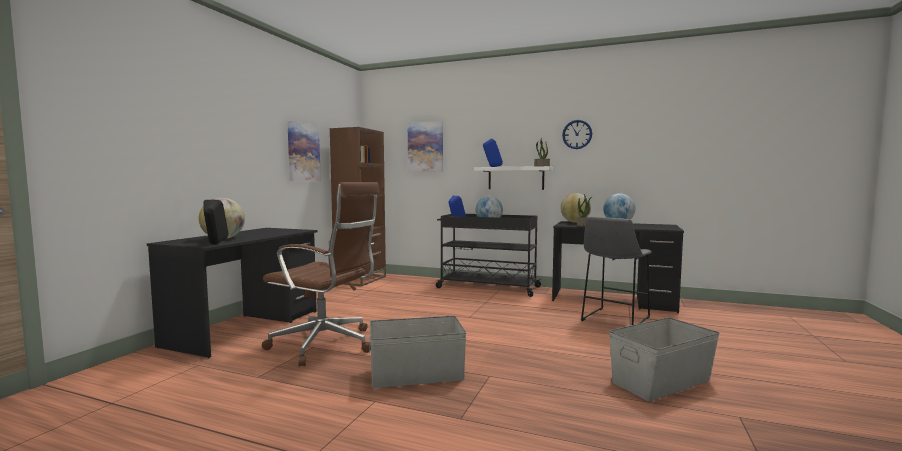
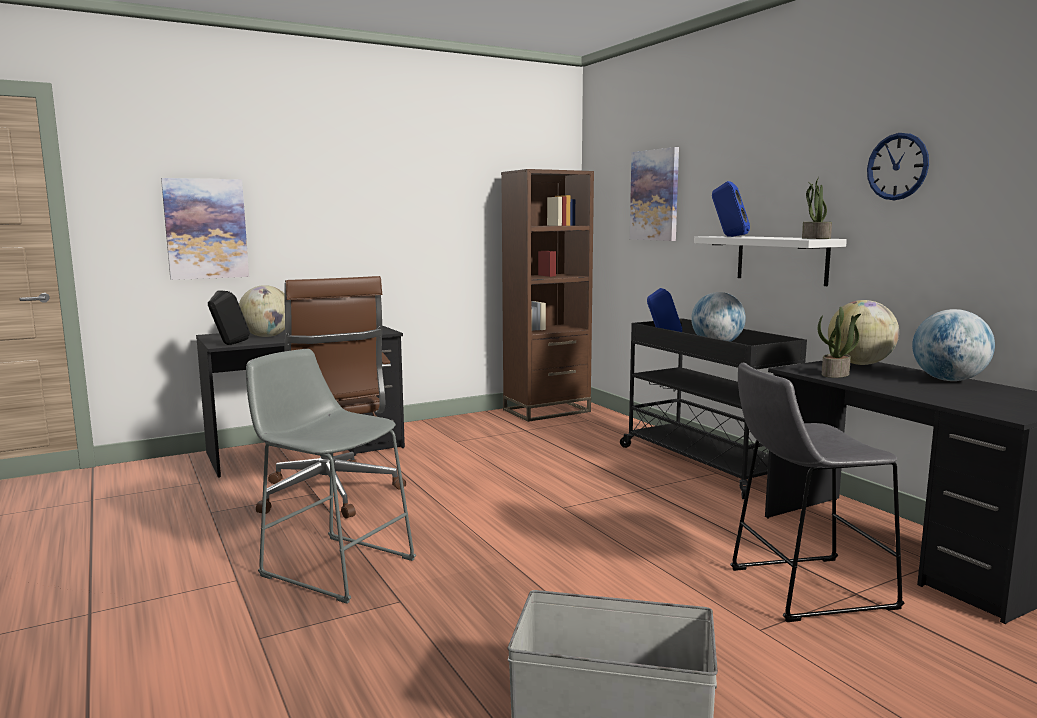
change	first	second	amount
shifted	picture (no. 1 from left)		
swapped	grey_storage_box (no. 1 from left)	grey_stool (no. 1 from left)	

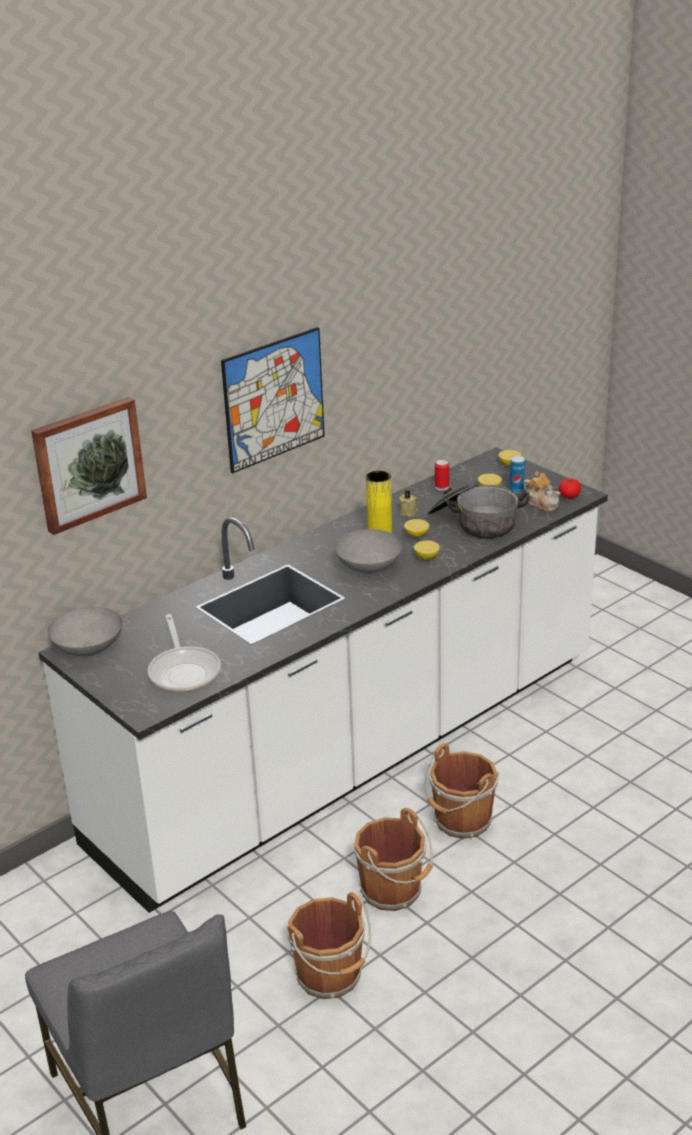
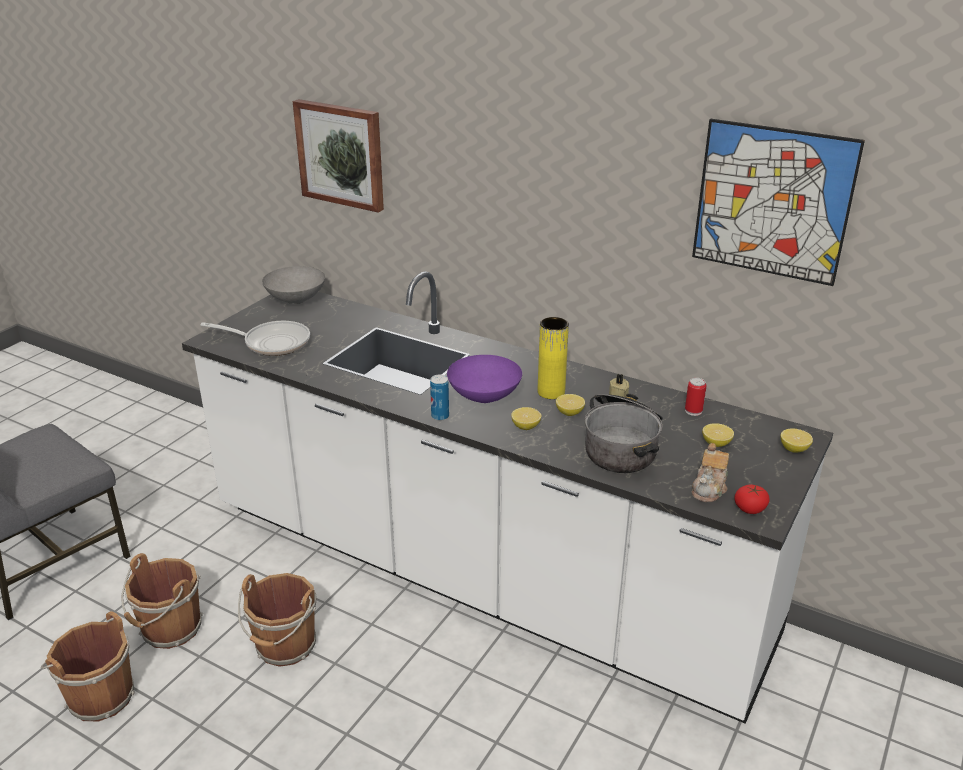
change	first	second	amount
shifted	picture (no. 2 from left)		
shifted	brown_bucket (no. 3 from left in the first image)	brown_bucket (no. 1 from left)	
shifted	can (no. 2 from left in the first image)	can (no. 1 from left)	
repainted	grey_bowl (no. 2 from left)	purple_bowl	
rotated	frying_pan		135 degrees counterclockwise

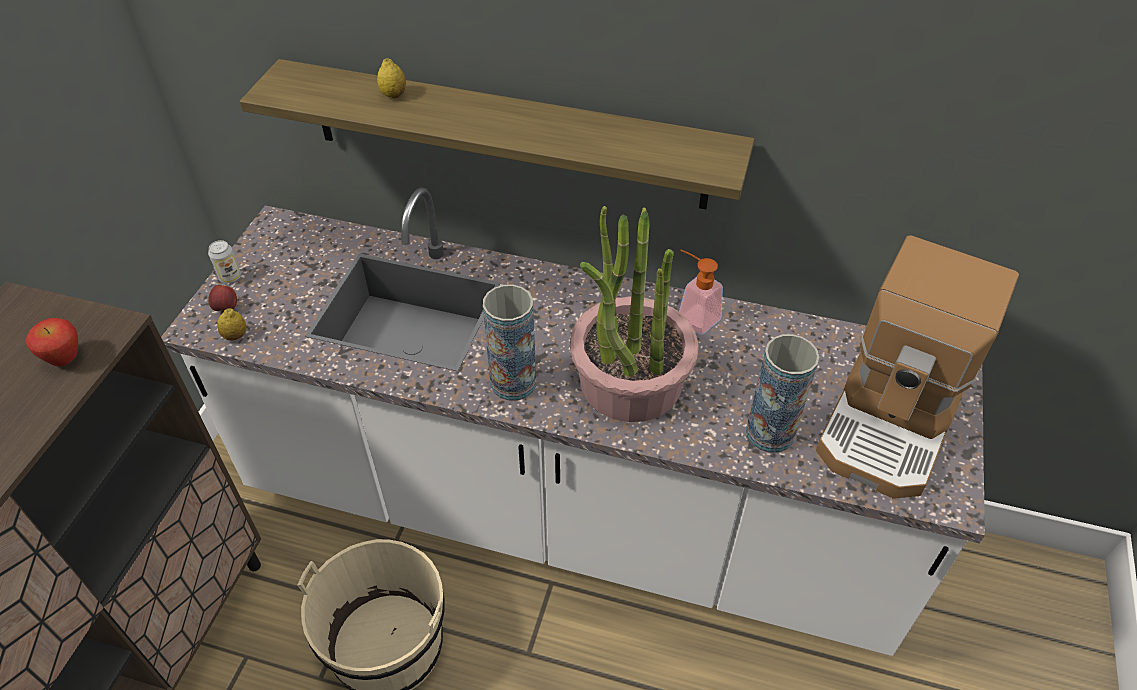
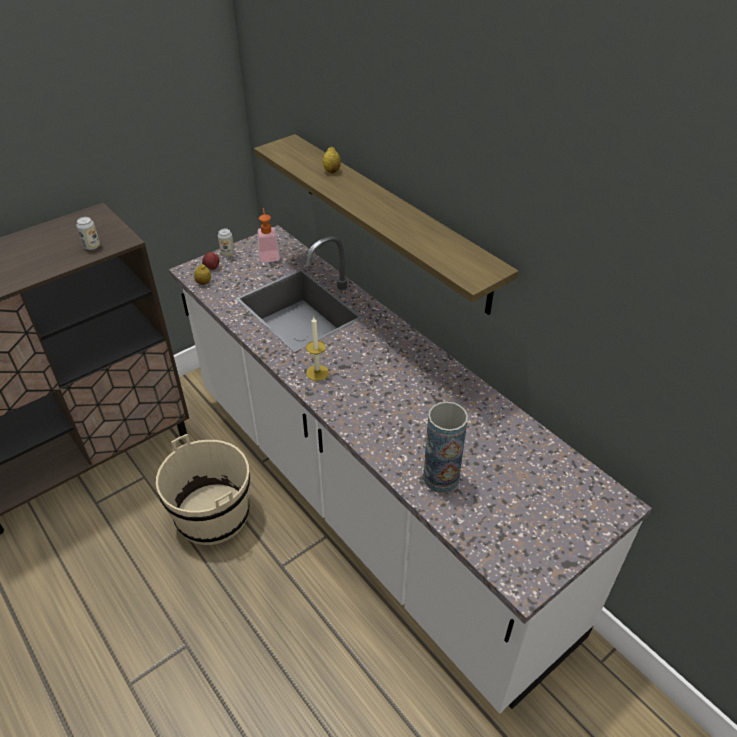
change	first	second	amount
gone	potted_plant		
gone	coffee_machine		
shifted	soap_dispenser		
swapped	apple (no. 1 from left)	can (no. 1 from left)	
swapped	vase (no. 1 from left)	candle	

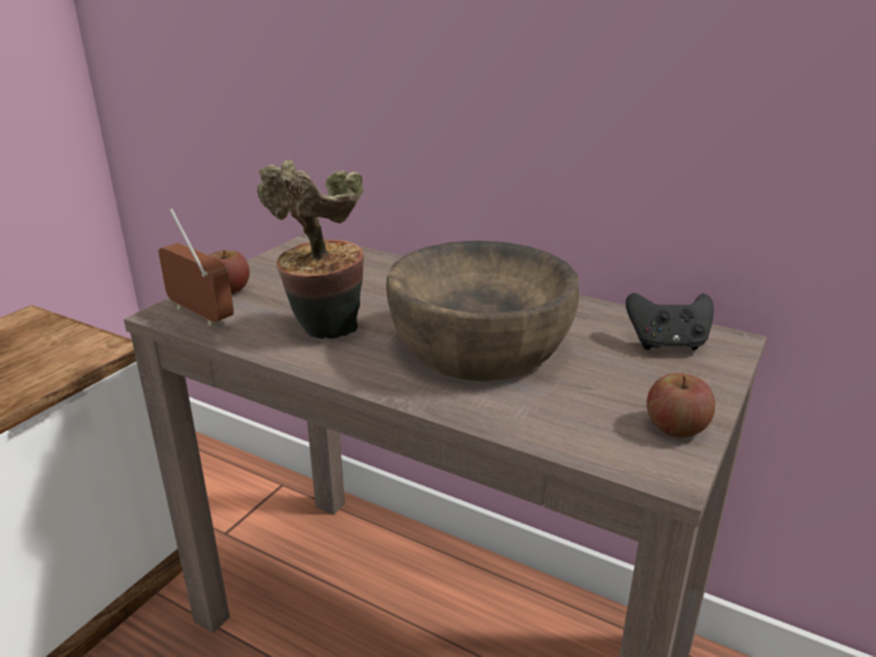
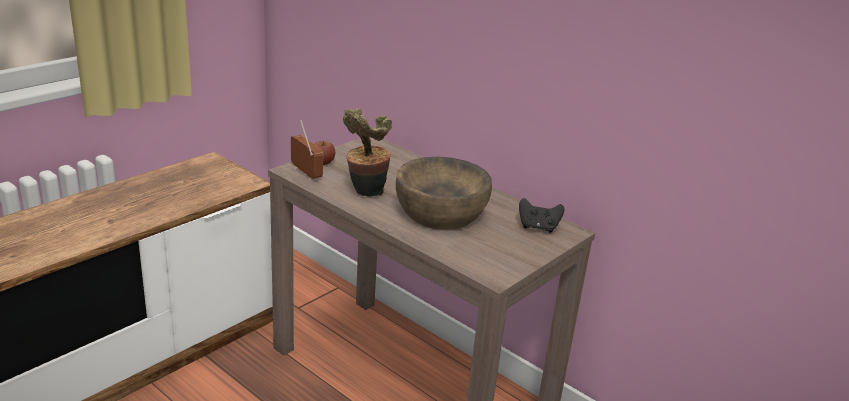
change	first	second	amount
gone	apple (no. 2 from left)		

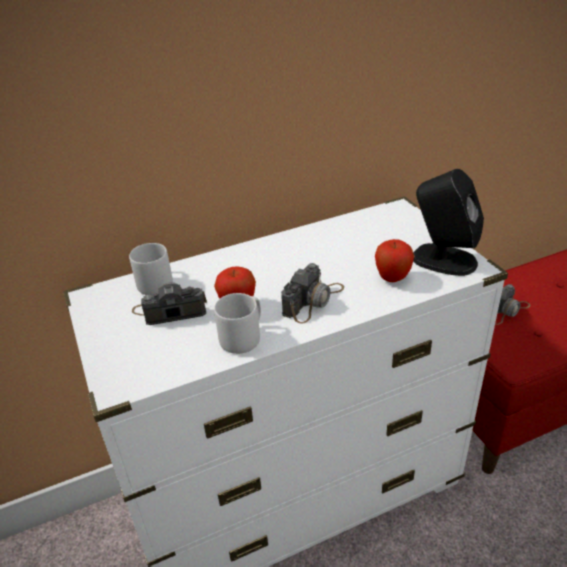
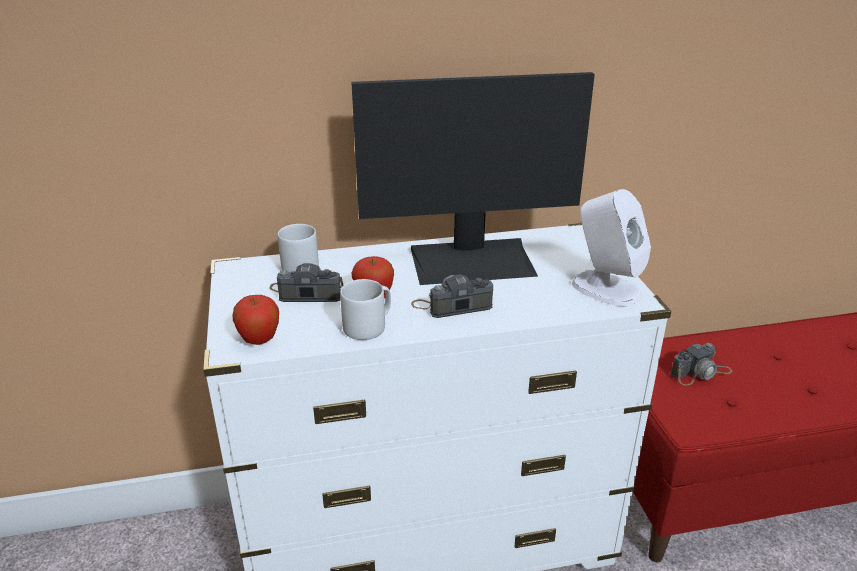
change	first	second	amount
new		monitor	
shifted	apple (no. 2 from left in the first image)	apple (no. 1 from left)	
repainted	black_speaker	white_speaker	
rotated	photo_camera (no. 2 from left)		150 degrees counterclockwise

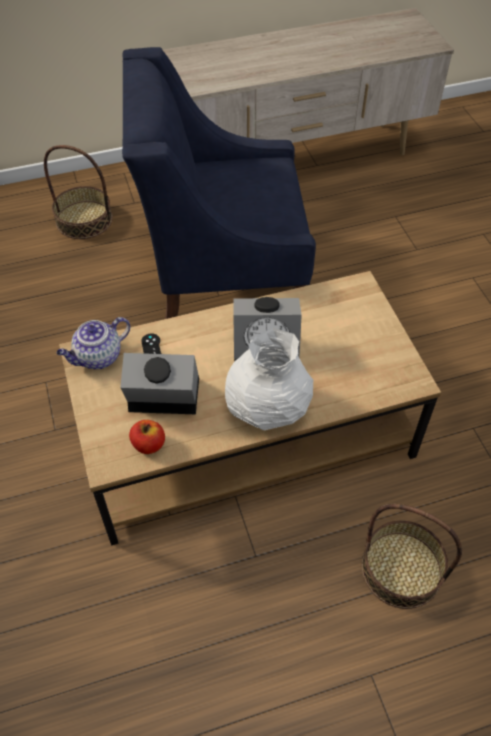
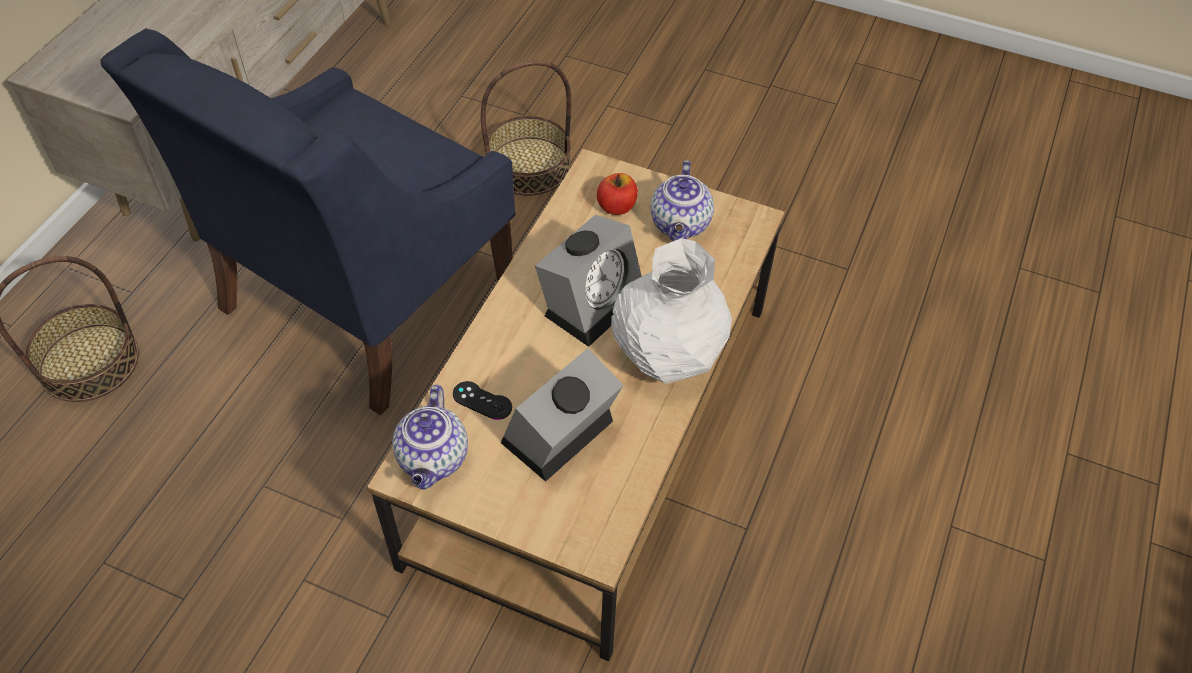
change	first	second	amount
new		teapot (no. 2 from left)	
shifted	apple		
shifted	basket (no. 2 from left)		

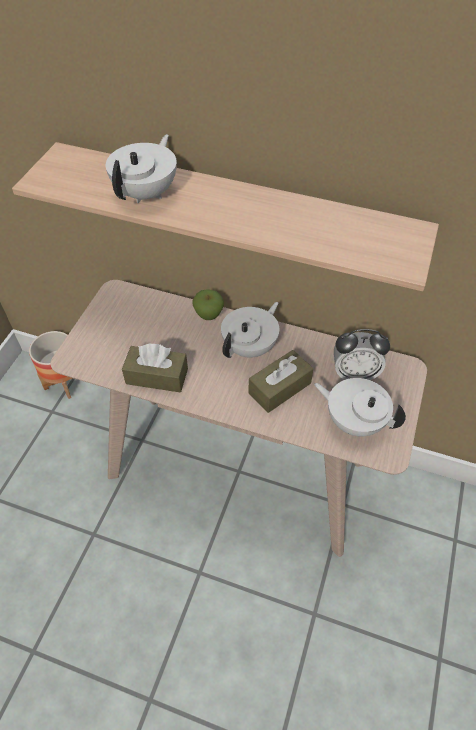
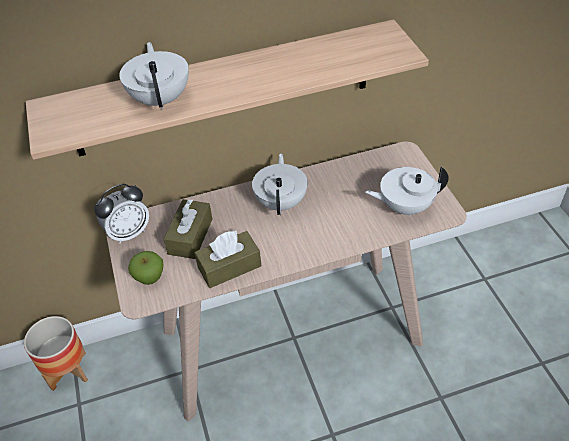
change	first	second	amount
shifted	apple		
shifted	brown_tissue_box (no. 2 from left in the first image)	brown_tissue_box (no. 1 from left)	
shifted	alarm_clock		

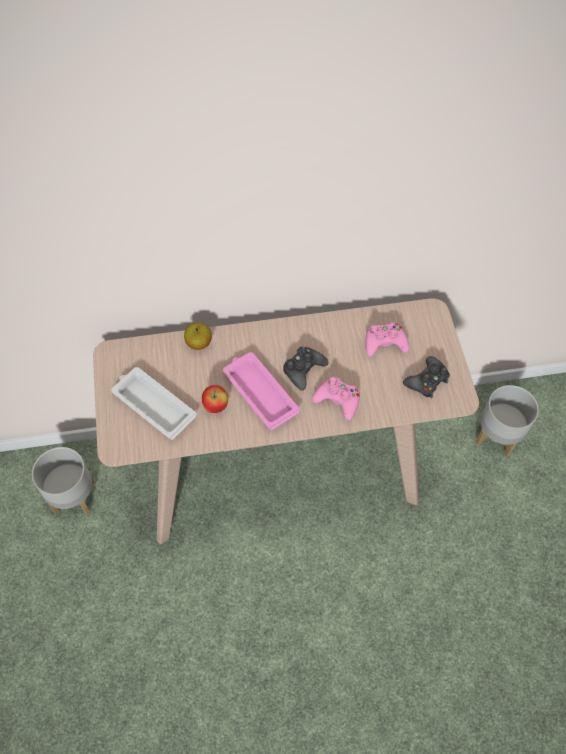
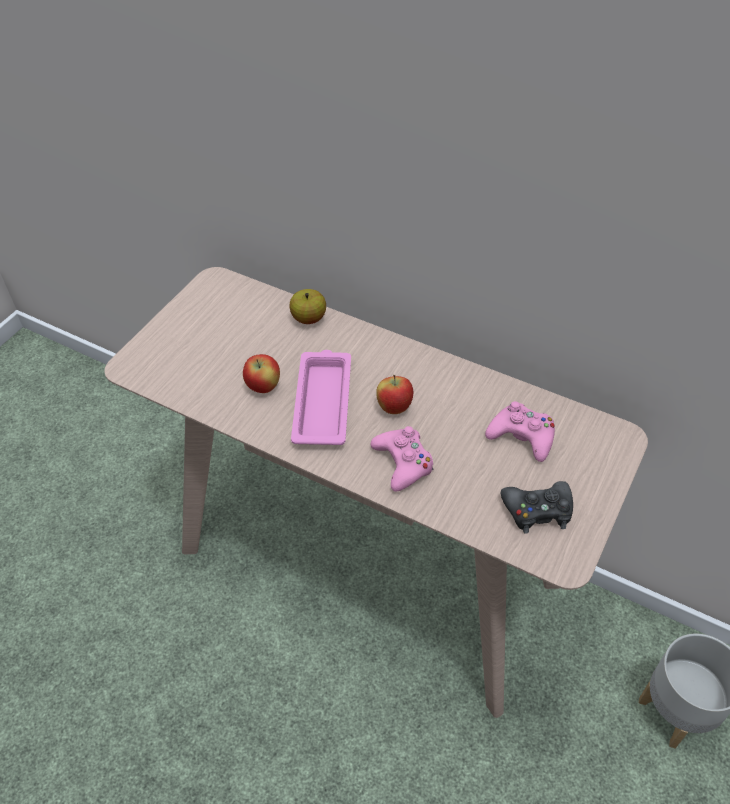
change	first	second	amount
gone	grey_planter (no. 1 from left)		
gone	white_tray		
swapped	black_game_controller (no. 1 from left)	apple (no. 3 from left)	

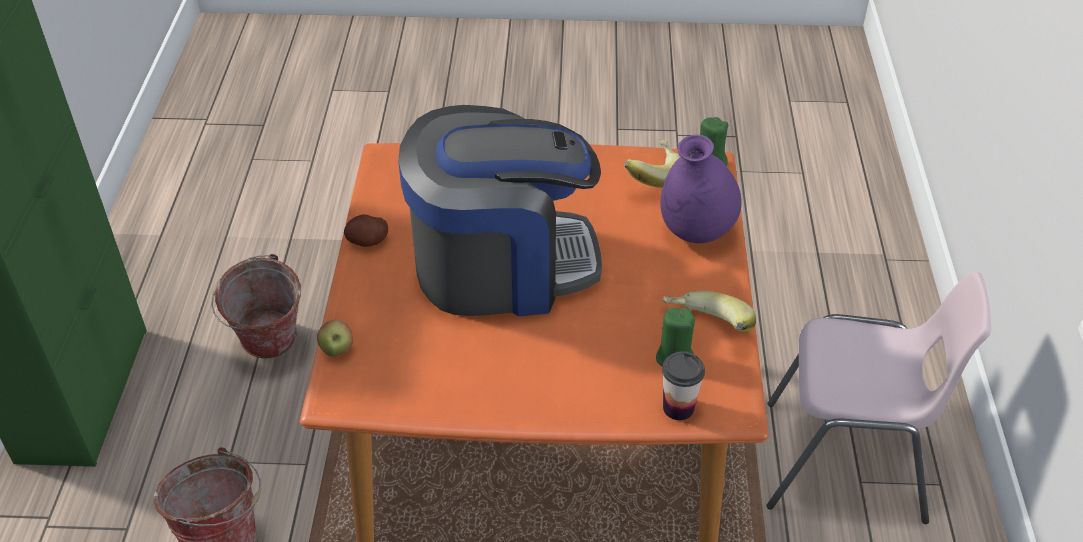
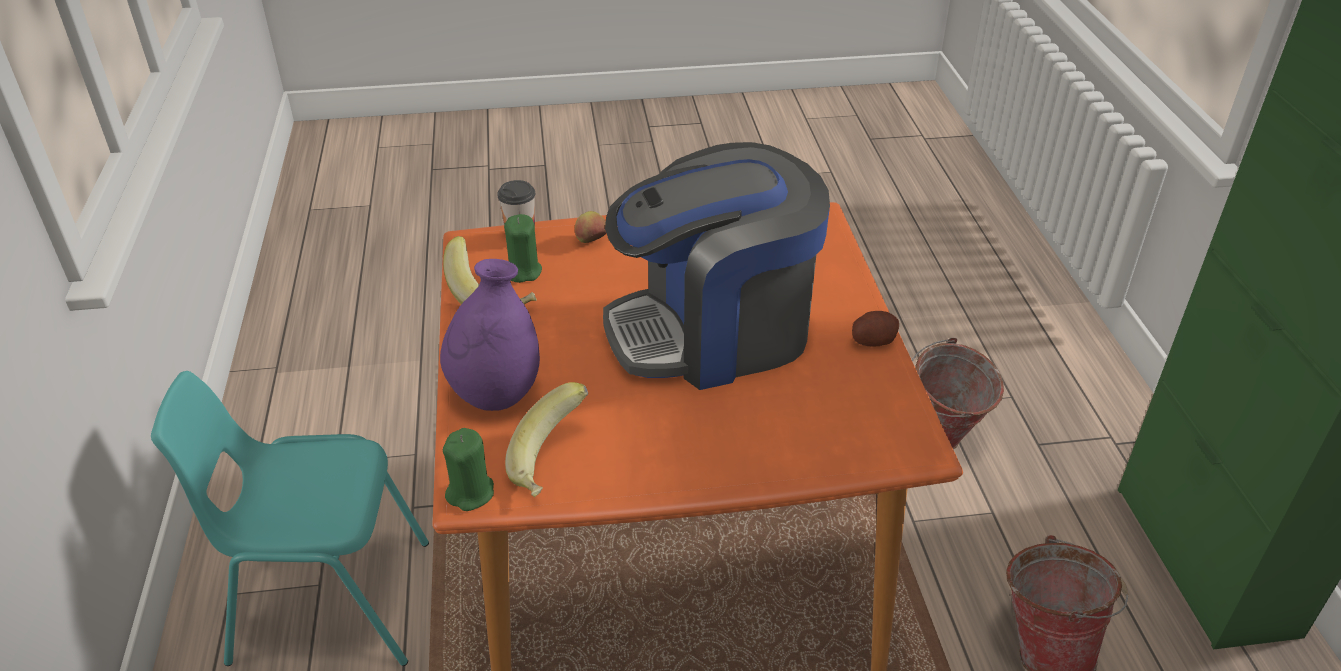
change	first	second	amount
shifted	apple		
repainted	pink_chair	turquoise_chair	

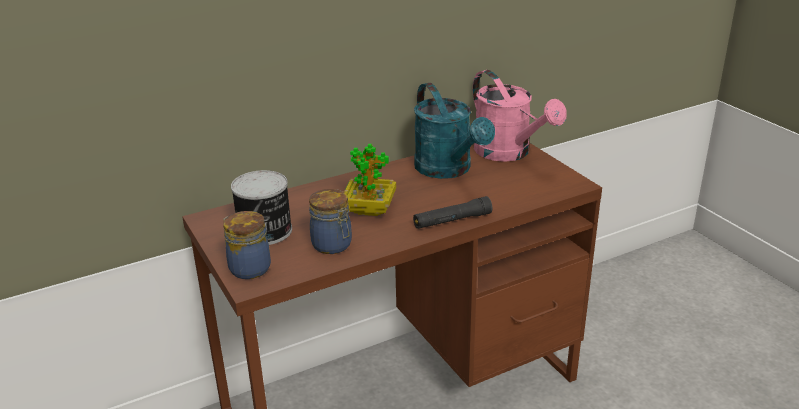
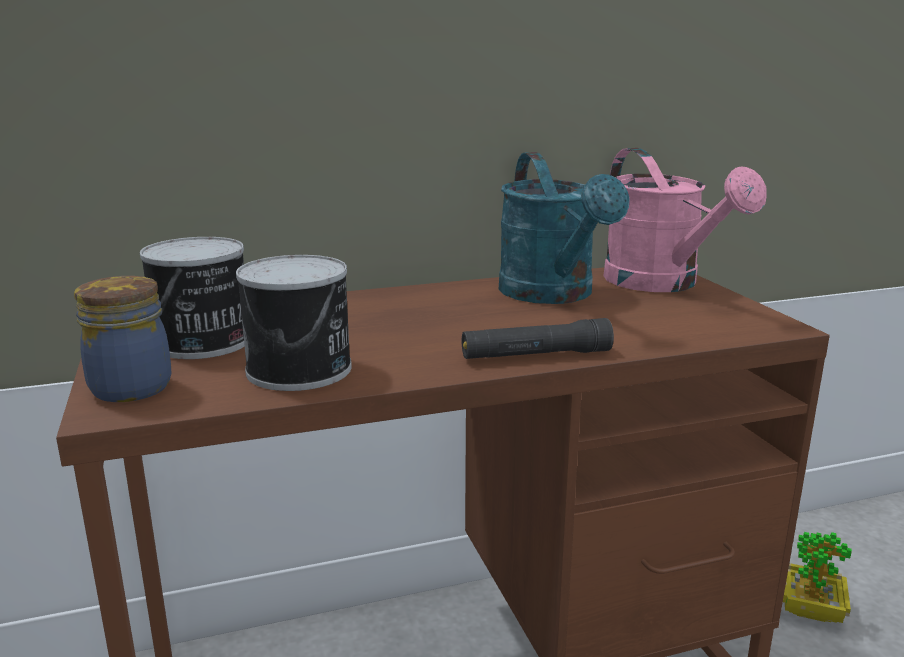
change	first	second	amount
shifted	potted_plant		
swapped	jar (no. 2 from left)	can (no. 2 from left)	

